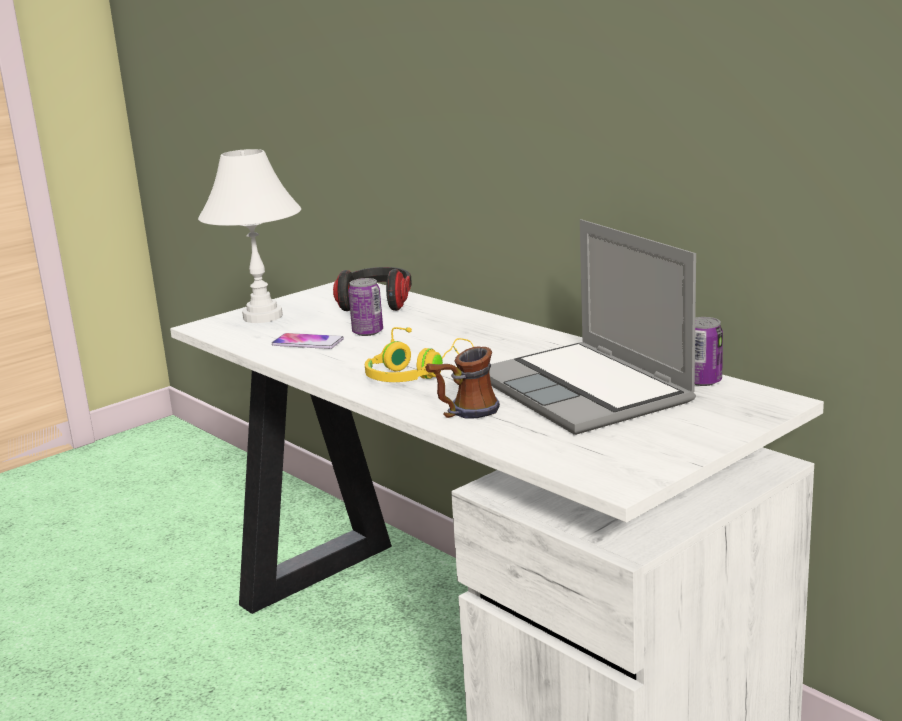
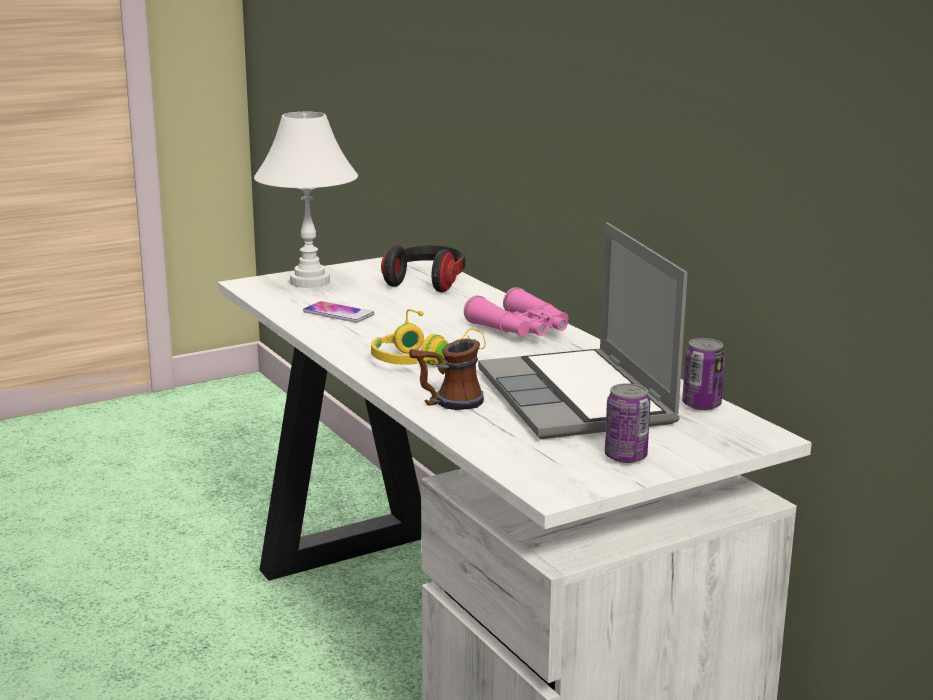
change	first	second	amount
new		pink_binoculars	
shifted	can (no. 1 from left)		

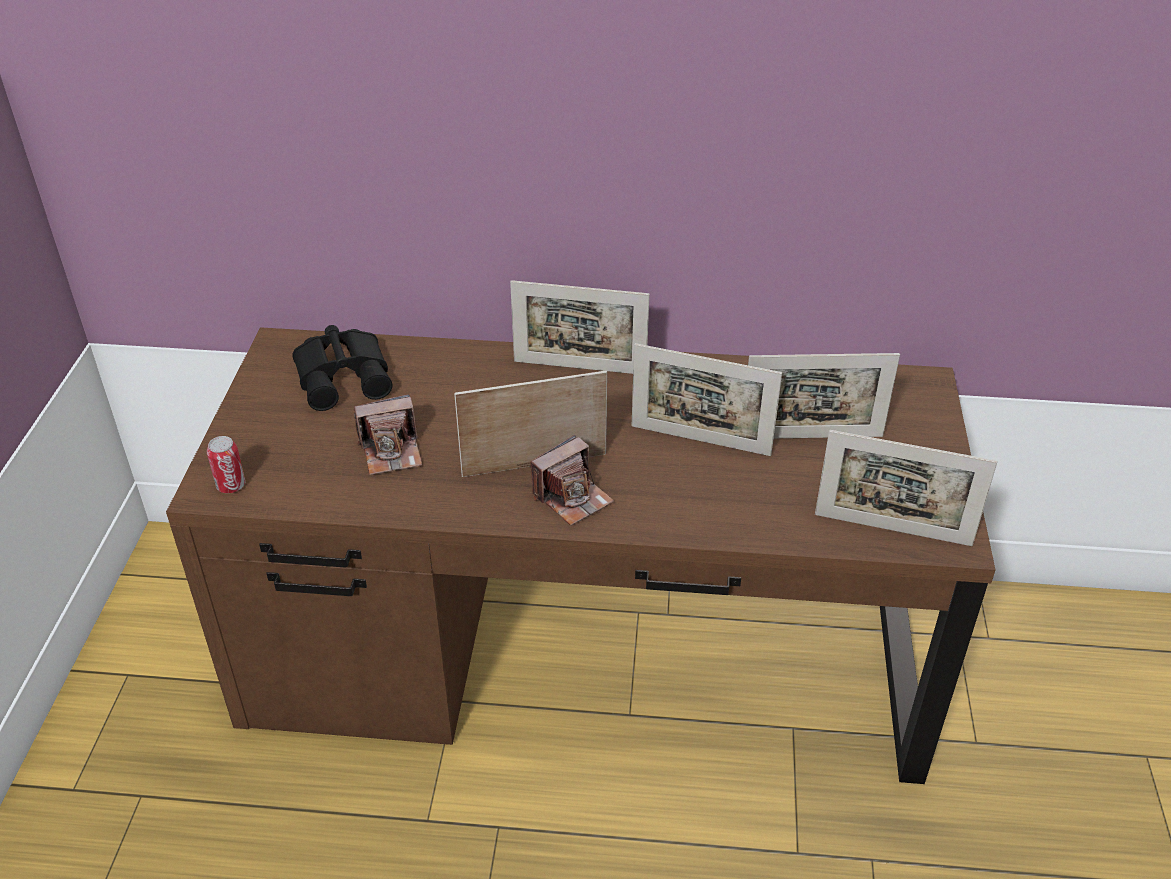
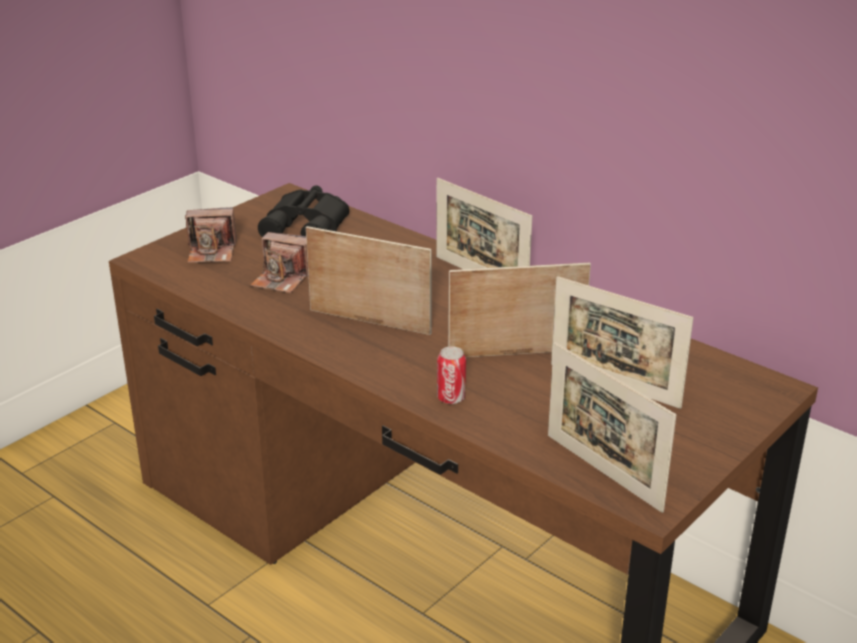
change	first	second	amount
shifted	can		
shifted	photo_camera (no. 2 from left in the first image)	photo_camera (no. 1 from left)	
rotated	picture_frame (no. 3 from left)		120 degrees clockwise

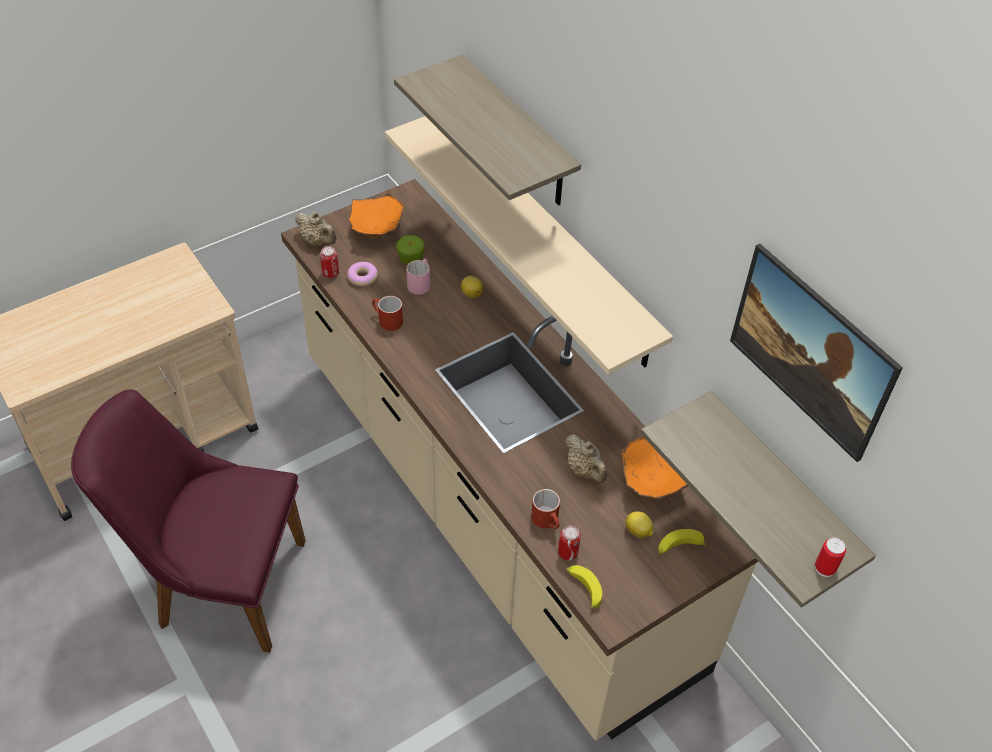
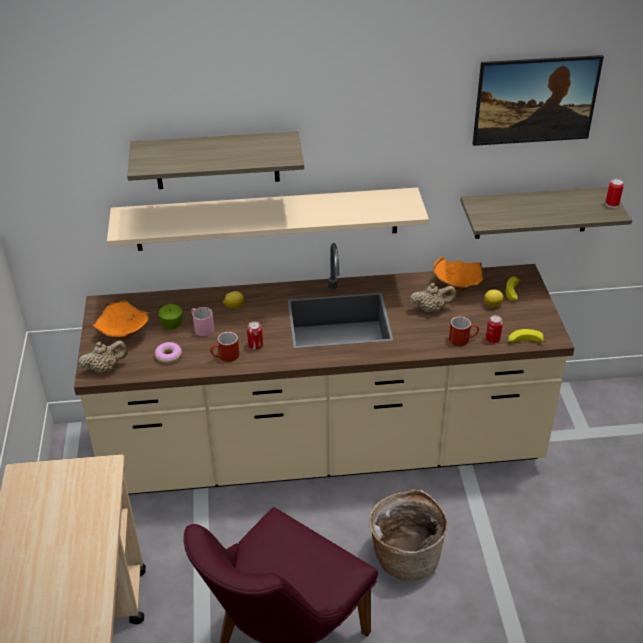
change	first	second	amount
new		basket	
shifted	can (no. 1 from left)		

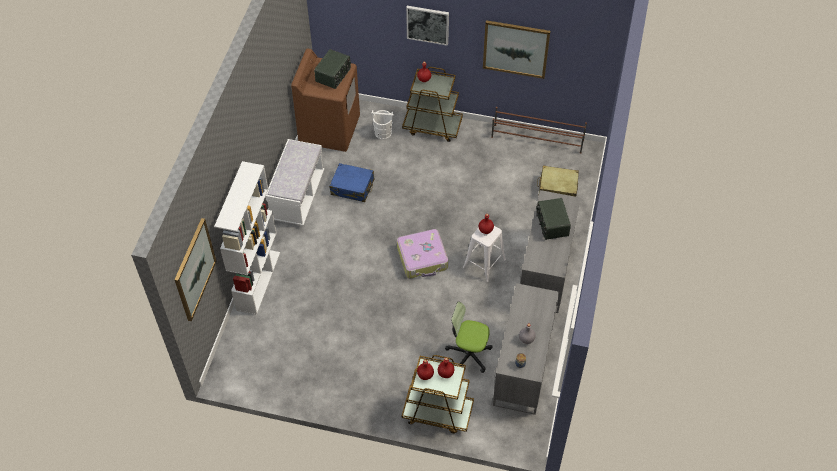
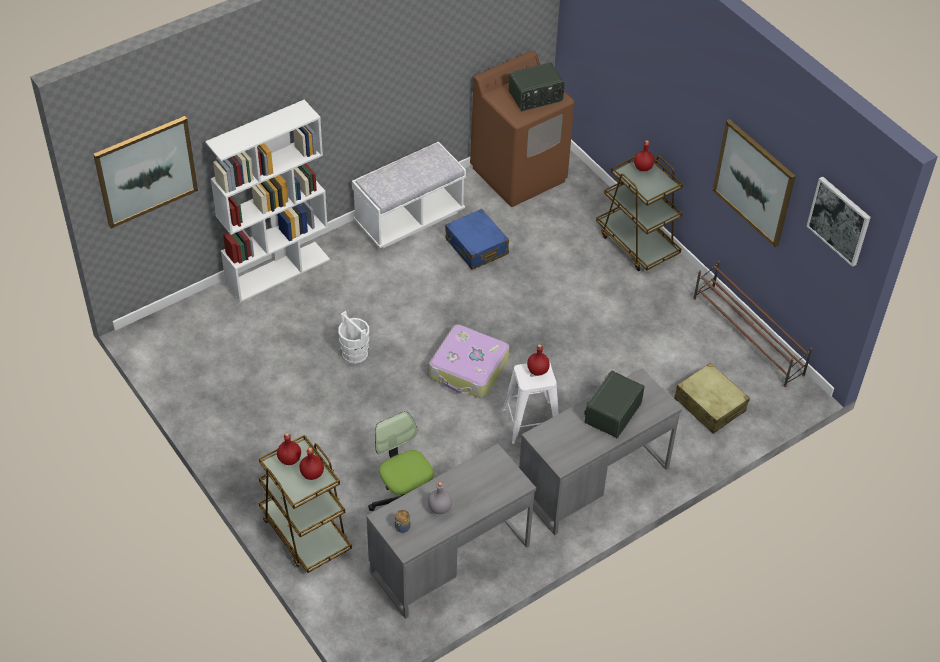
change	first	second	amount
shifted	white_bucket		
shifted	picture (no. 2 from left in the first image)	picture (no. 3 from left)	

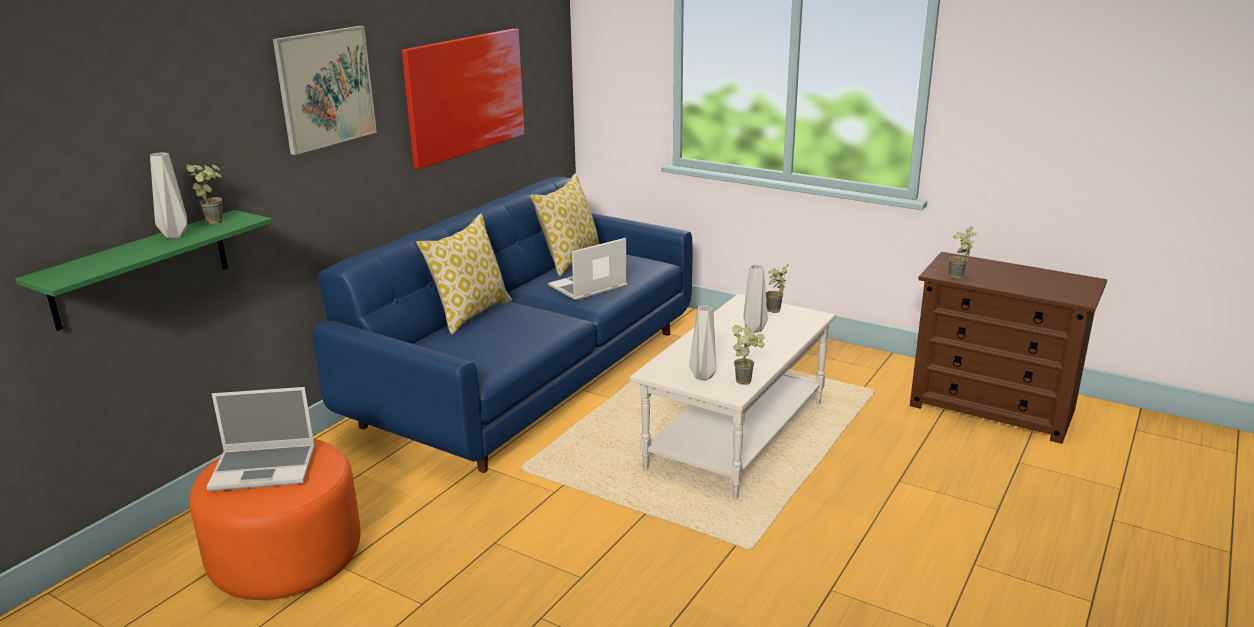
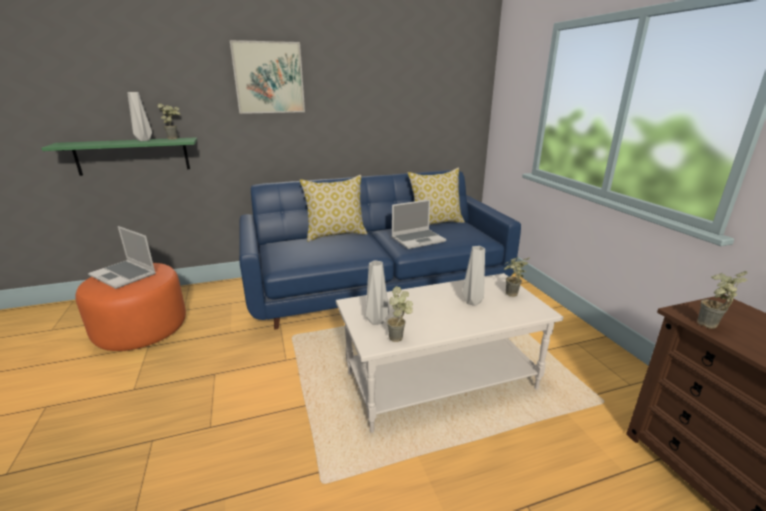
change	first	second	amount
gone	picture (no. 2 from left)		
rotated	laptop (no. 2 from left)		150 degrees clockwise

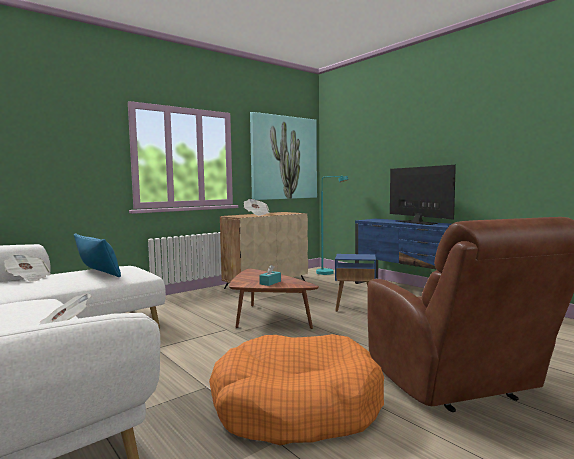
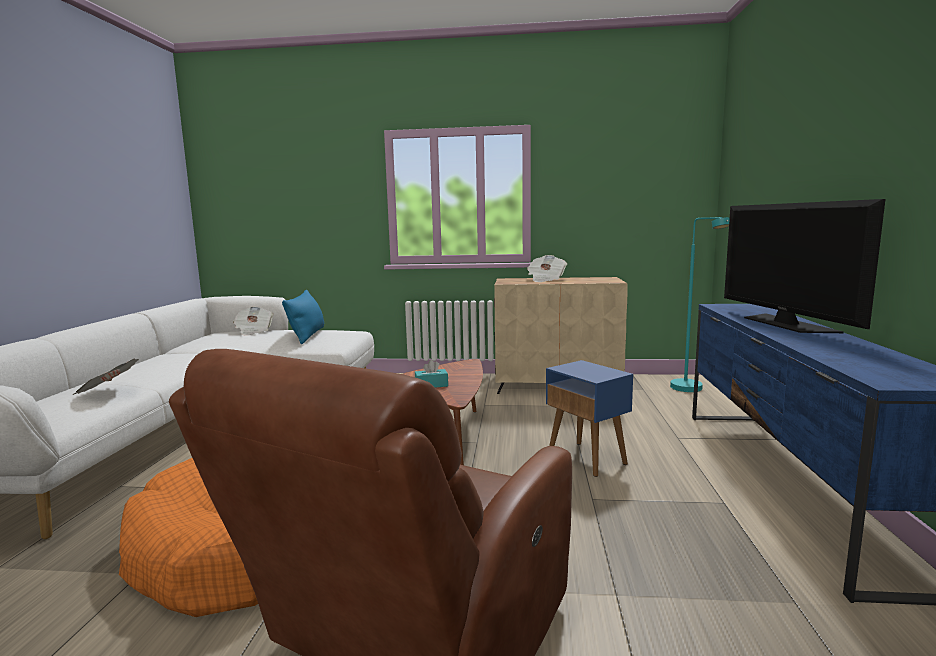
change	first	second	amount
gone	picture		
rotated	television		150 degrees clockwise

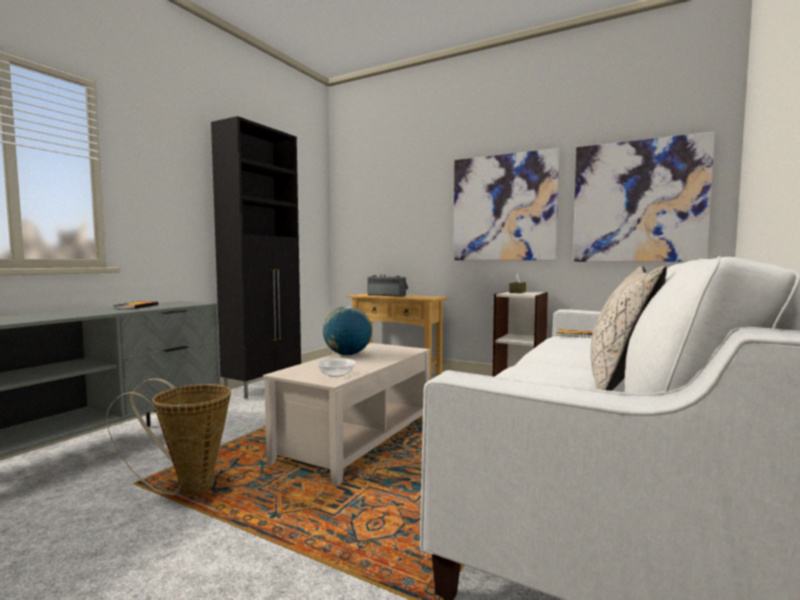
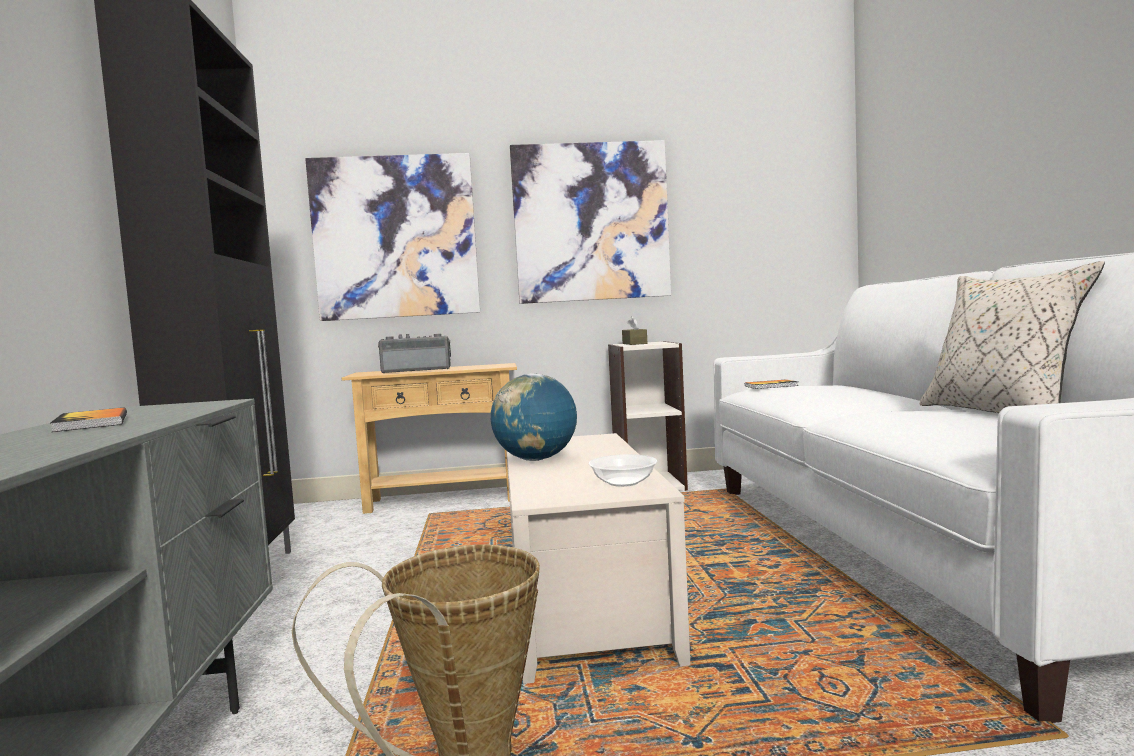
change	first	second	amount
shifted	picture (no. 2 from left in the first image)	picture (no. 1 from left)	

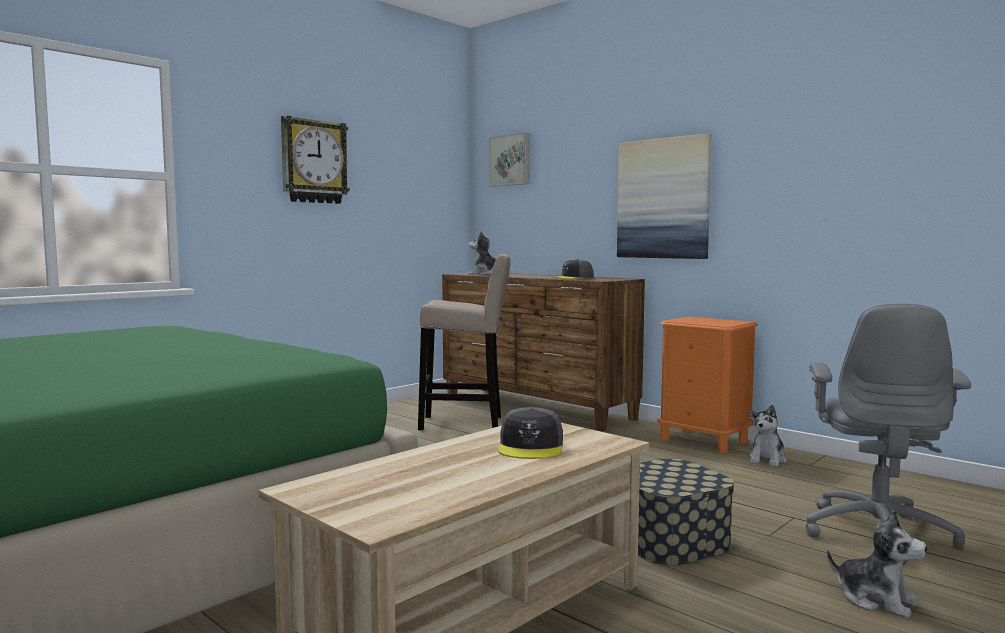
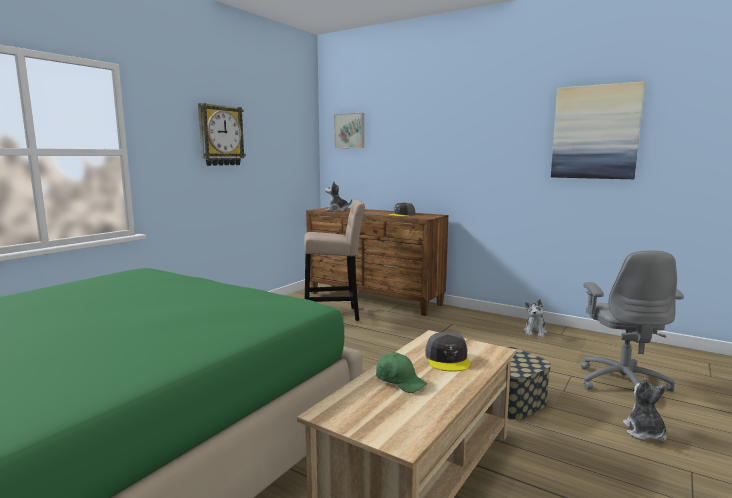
change	first	second	amount
gone	orange_nightstand		
new		green_cap	
shifted	picture (no. 2 from left)		
rotated	plush_toy (no. 3 from left)		120 degrees counterclockwise

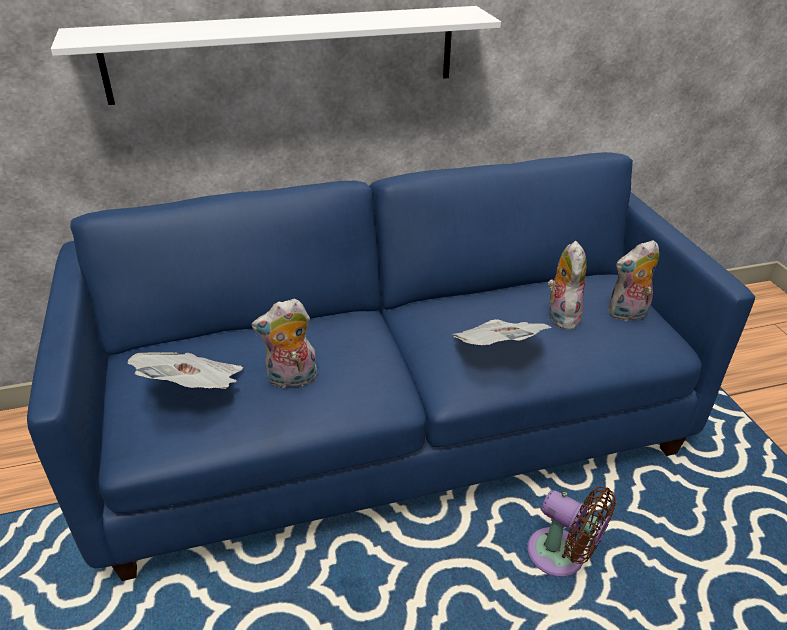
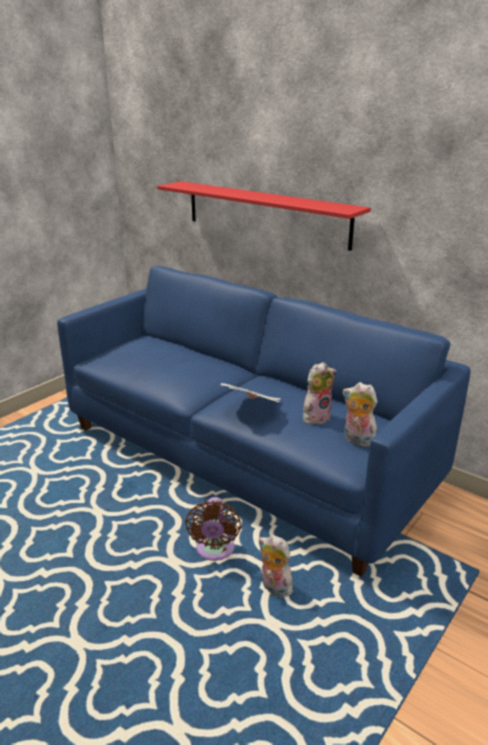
change	first	second	amount
gone	newspaper (no. 1 from left)		
shifted	plush_toy (no. 1 from left)		
repainted	white_shelf	red_shelf	

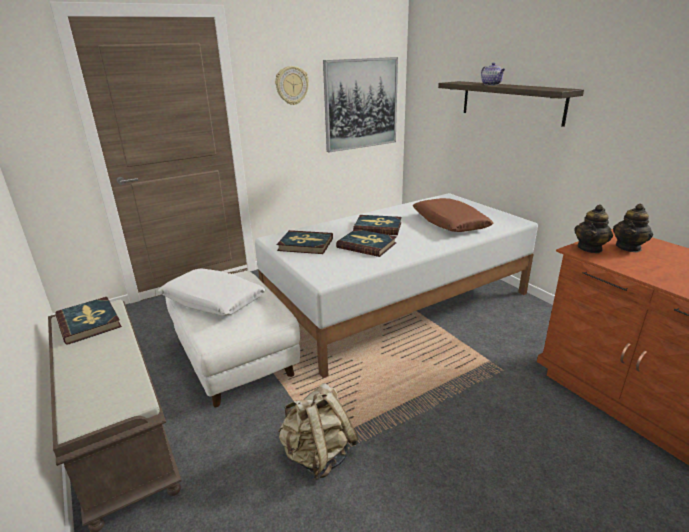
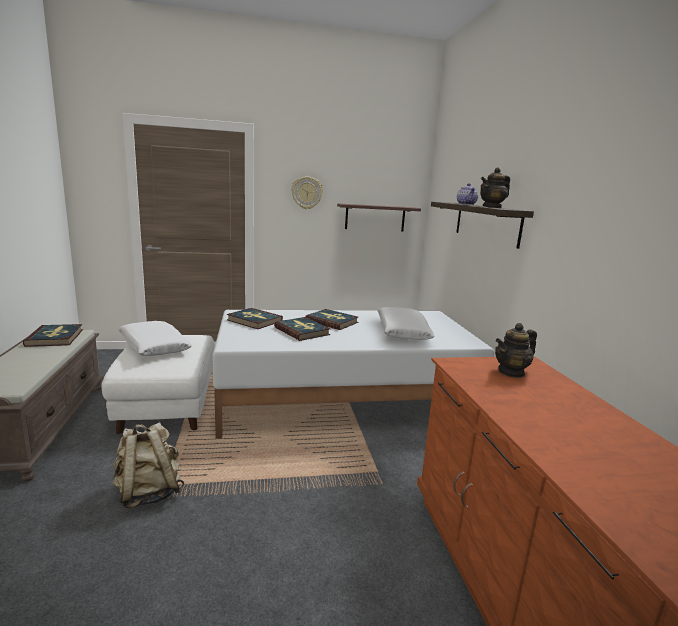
change	first	second	amount
shifted	teapot (no. 2 from left)		
swapped	picture	shelf (no. 1 from left)	
repainted	brown_pillow	white_pillow (no. 2 from left)	

